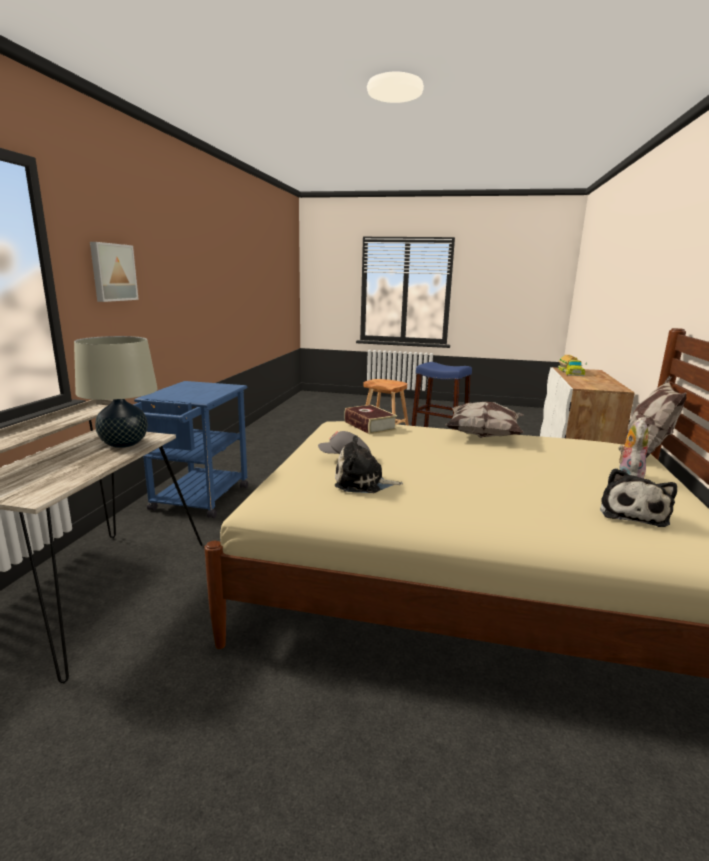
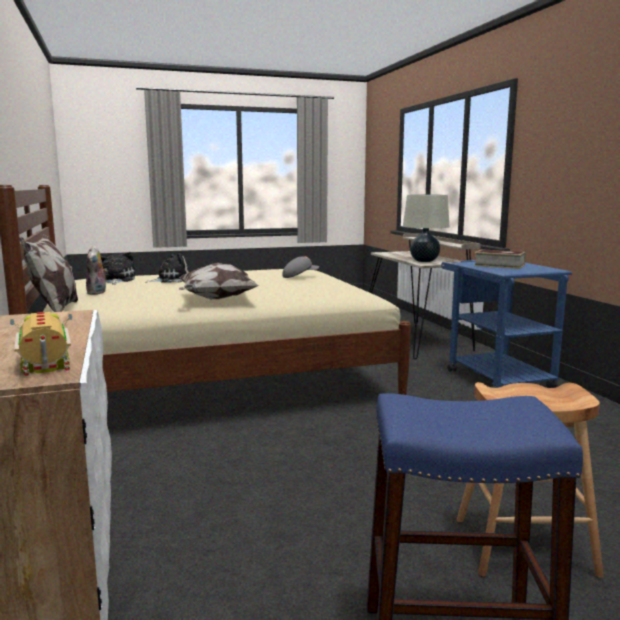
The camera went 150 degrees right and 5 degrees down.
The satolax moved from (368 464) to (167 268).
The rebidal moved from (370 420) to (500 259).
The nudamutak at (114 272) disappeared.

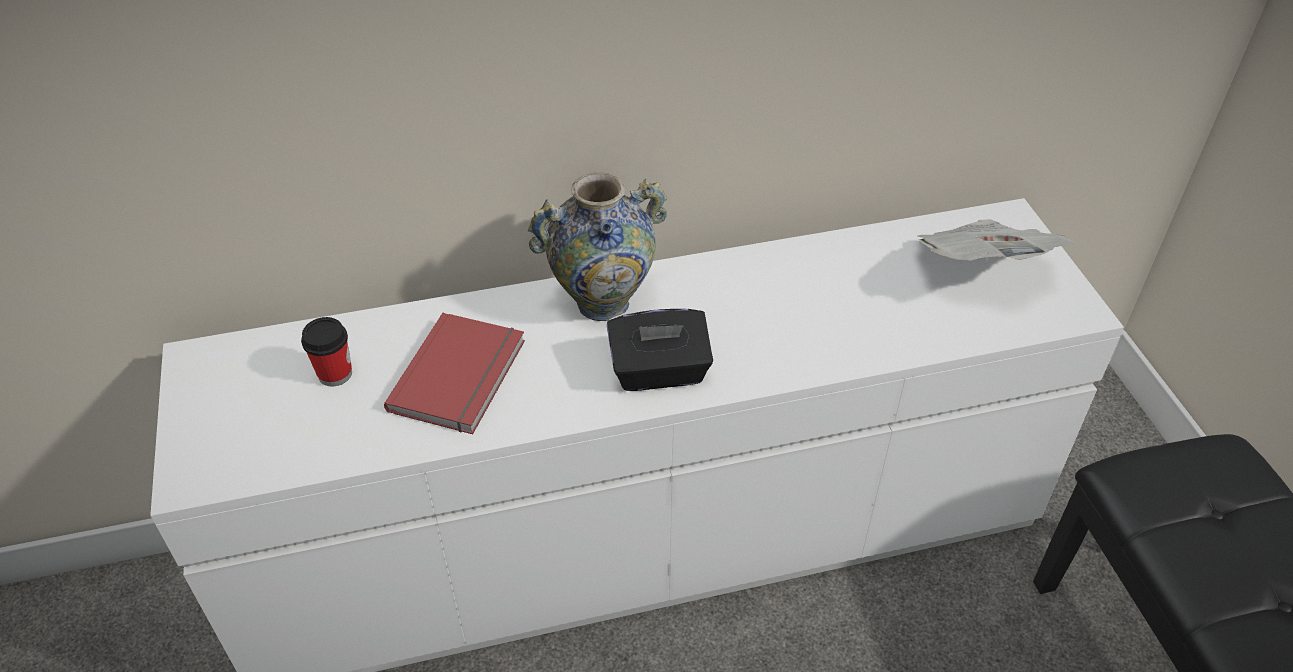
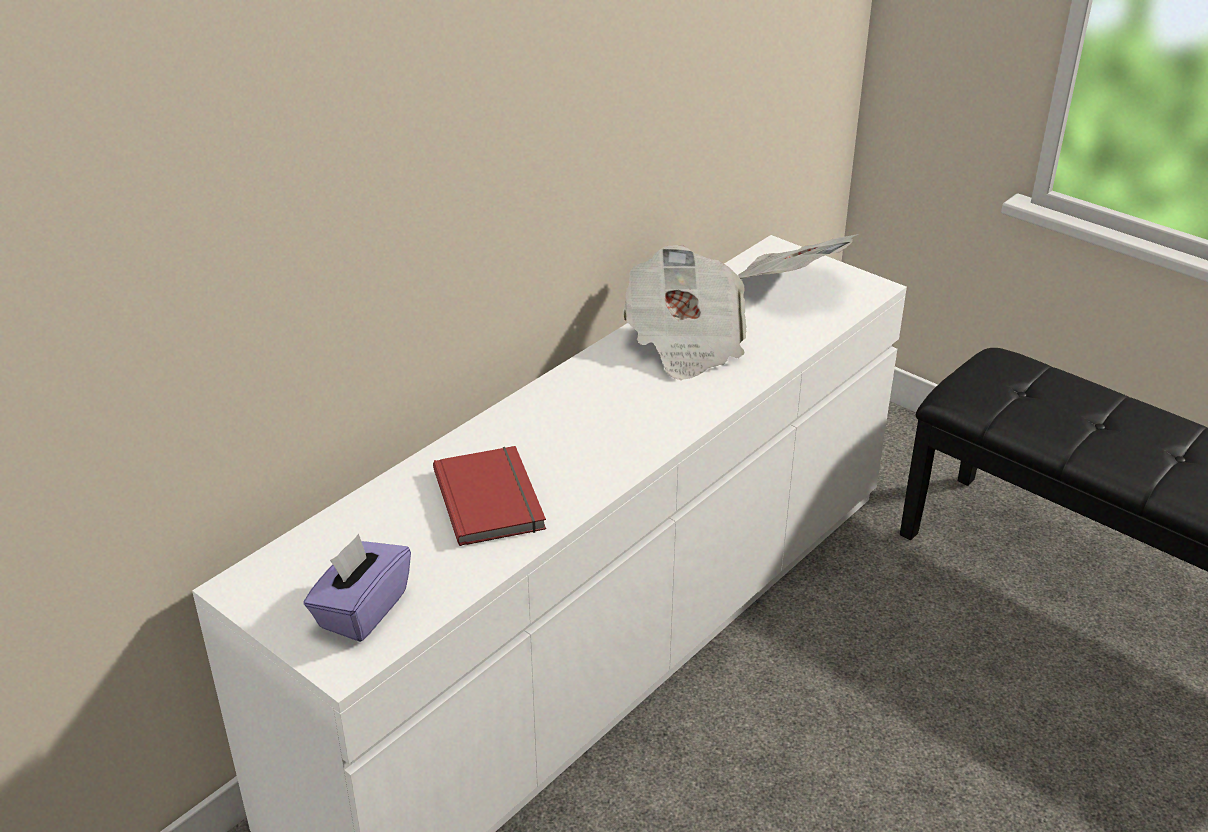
The camera went 35 degrees left and 10 degrees down.
The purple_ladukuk at (357 588) appeared.
The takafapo at (684 312) appeared.
The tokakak at (326 352) disappeared.
The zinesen at (598 246) disappeared.
The black_ladukuk at (660 350) disappeared.

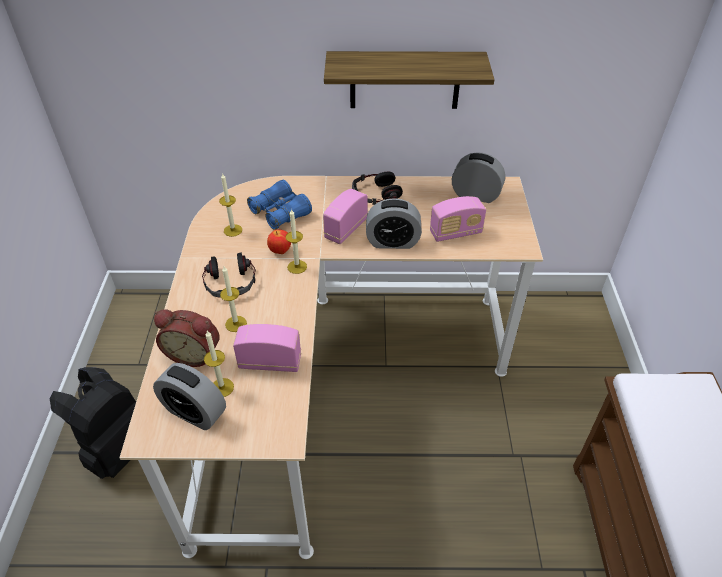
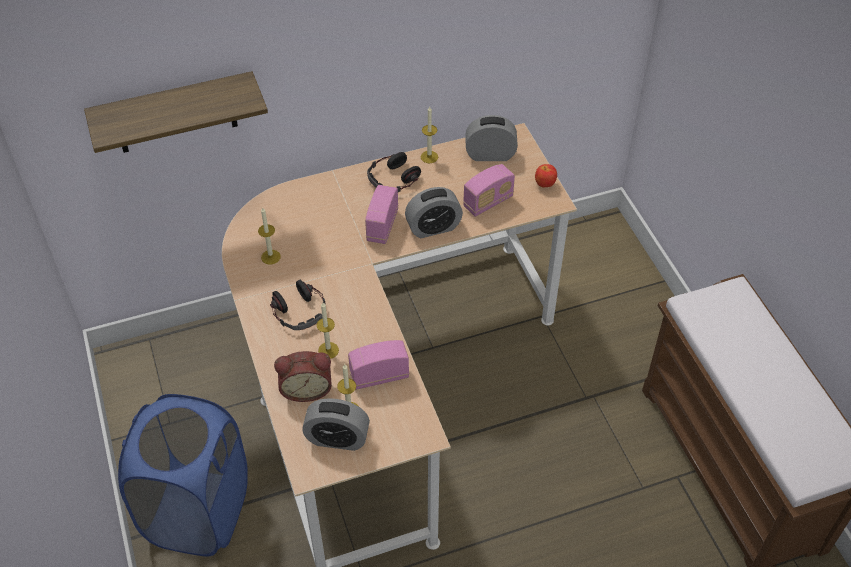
The camera went 20 degrees left and 5 degrees up.
The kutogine moved from (409 80) to (176 112).
The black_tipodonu at (93 423) was replaced by the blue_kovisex at (183 475).
The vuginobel moved from (296 241) to (429 135).
The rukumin moved from (279 241) to (546 175).
The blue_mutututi at (279 205) disappeared.

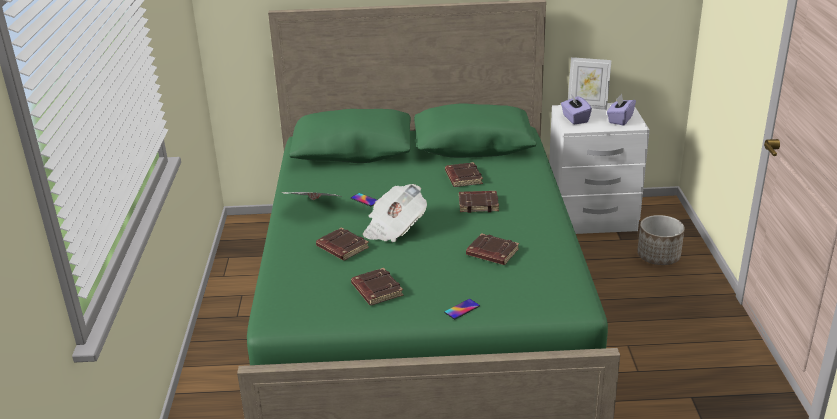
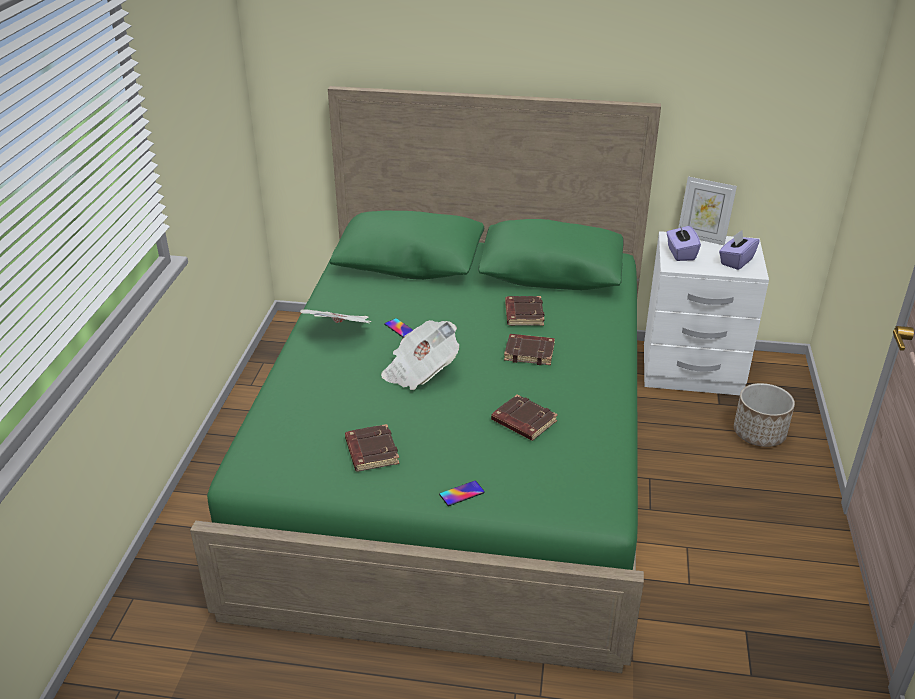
The camera went 10 degrees right and 5 degrees up.
The brown_rebidal at (342 244) disappeared.

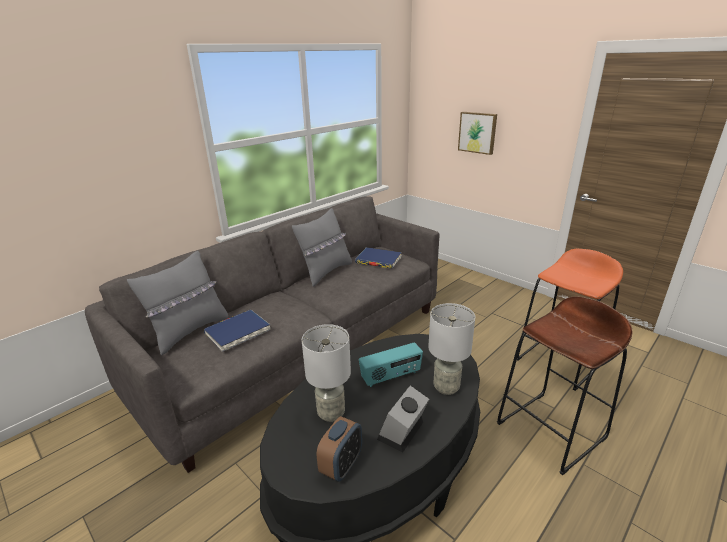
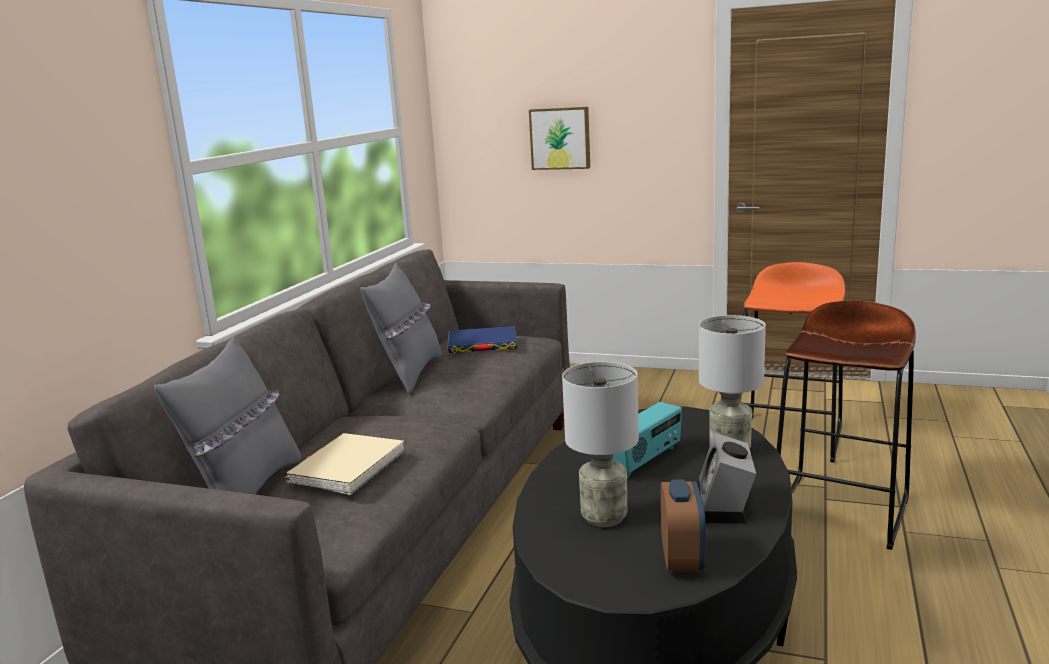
The camera went 25 degrees left and 10 degrees down.
The blue_rebidal at (237 331) became the beige_rebidal at (344 464).

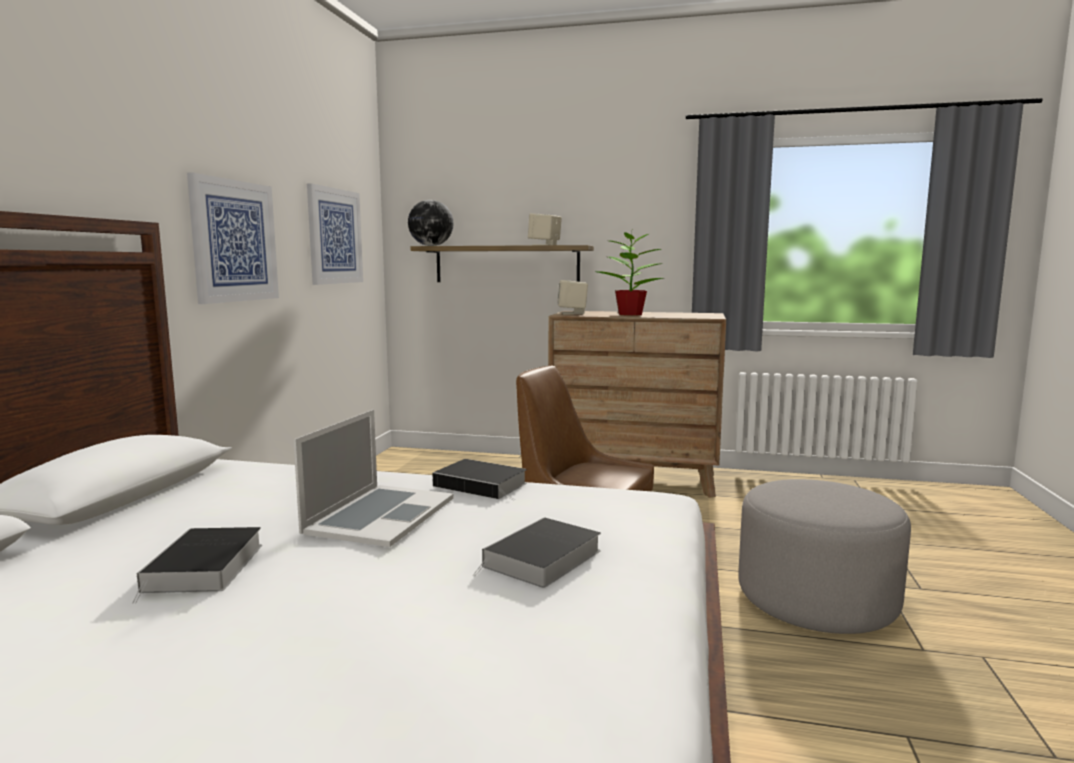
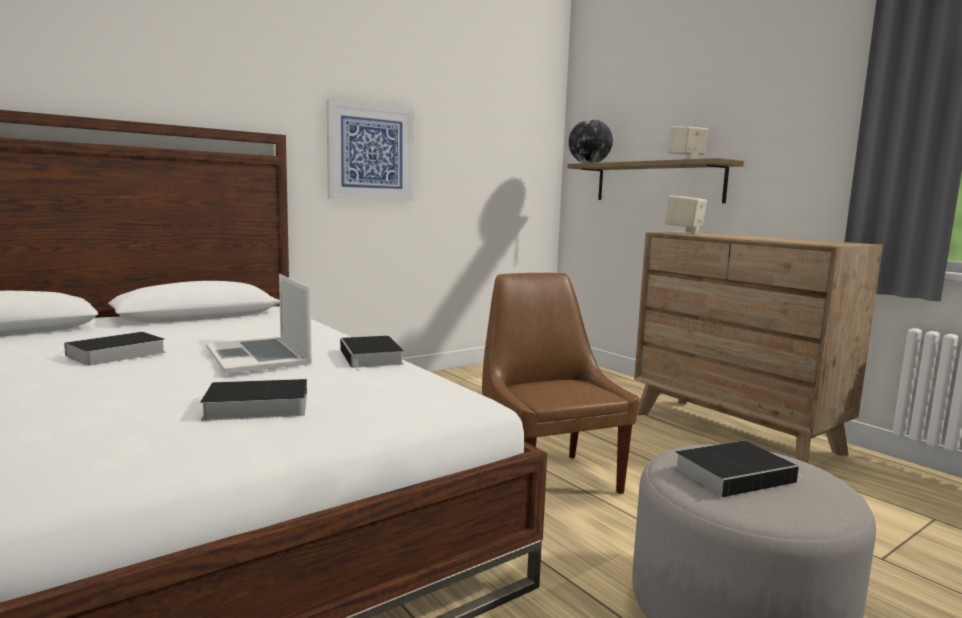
The camera went 40 degrees right and 0 degrees up.
The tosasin at (373 478) turned 90 degrees clockwise.
The rebidal at (740 469) appeared.
The nudamutak at (335 234) disappeared.
The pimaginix at (629 274) disappeared.

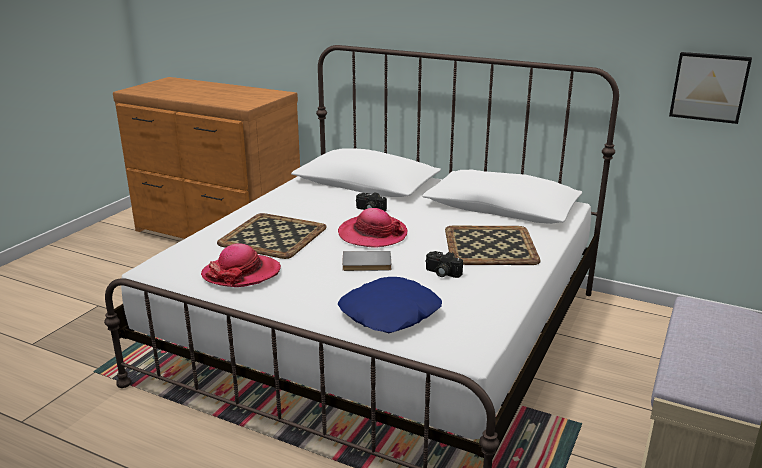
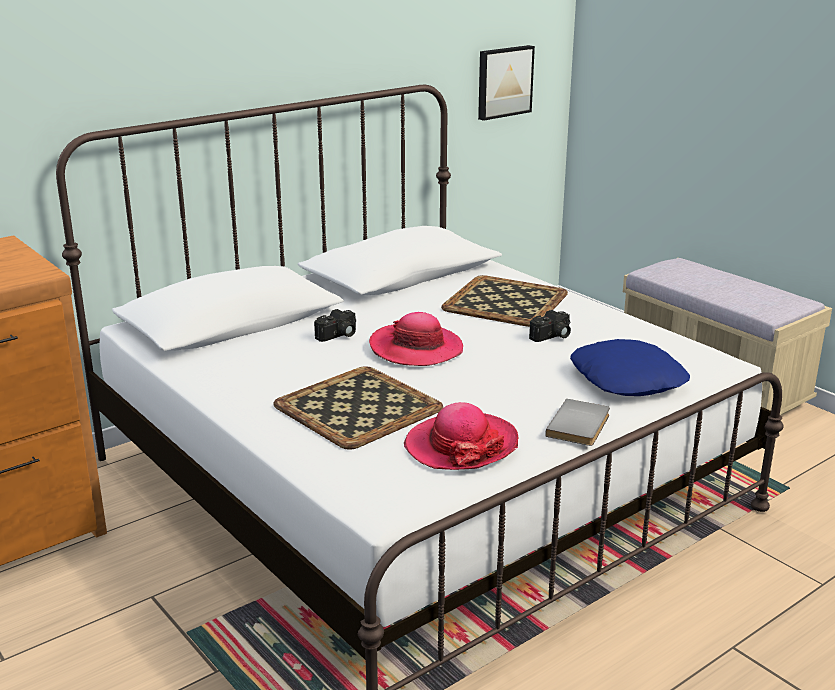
The camera went 65 degrees left and 0 degrees up.
The grey_rebidal moved from (366 261) to (577 422).

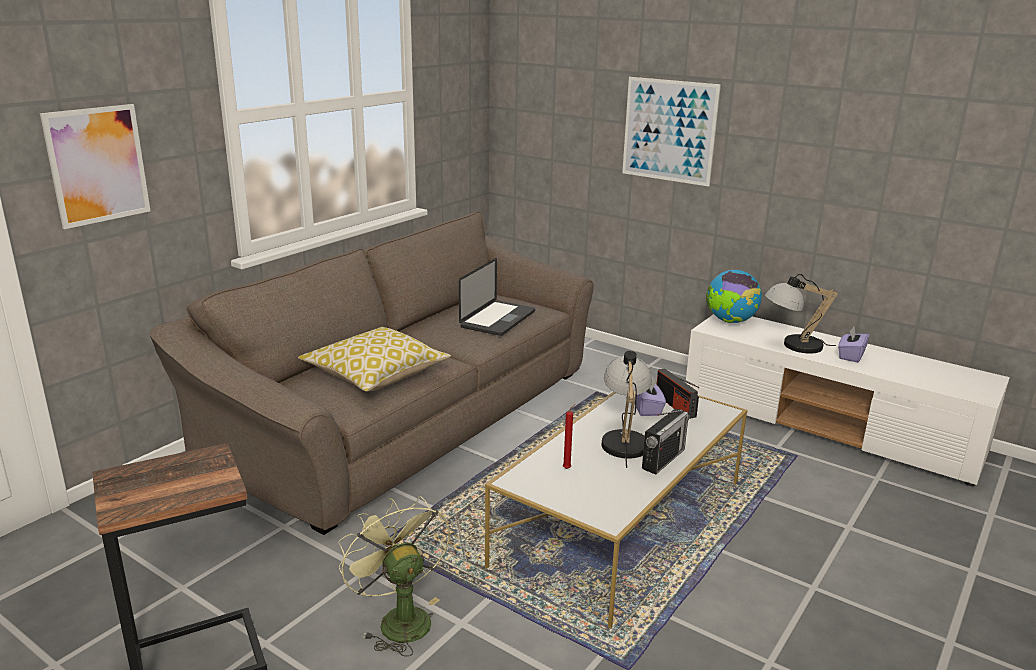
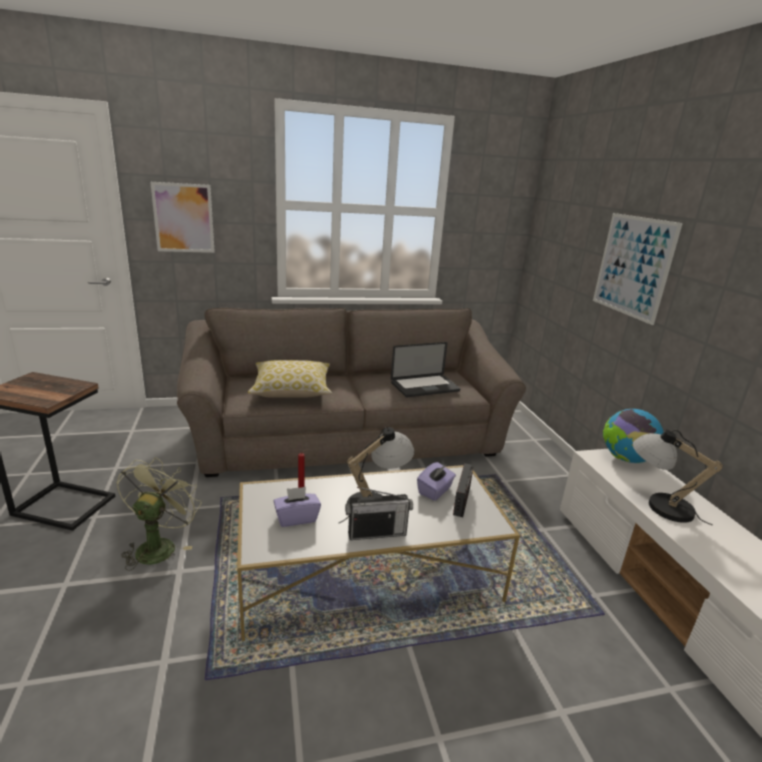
The camera went 40 degrees right and 0 degrees up.
The purple_ladukuk moved from (853 345) to (297 507).

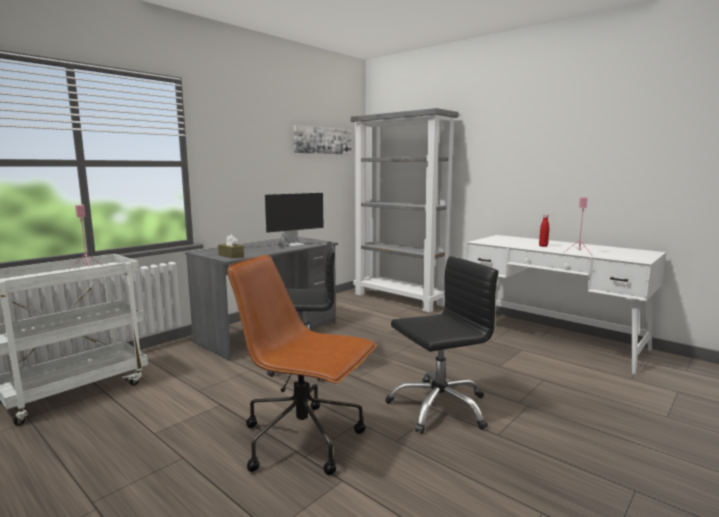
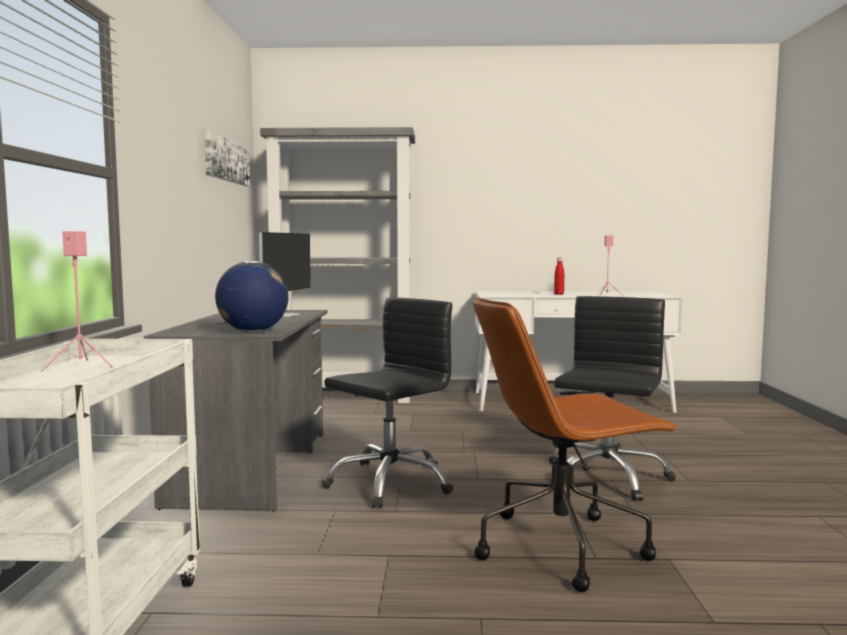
The camera went 40 degrees left and 5 degrees down.
The brown_ladukuk at (231 247) was replaced by the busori at (252 296).

